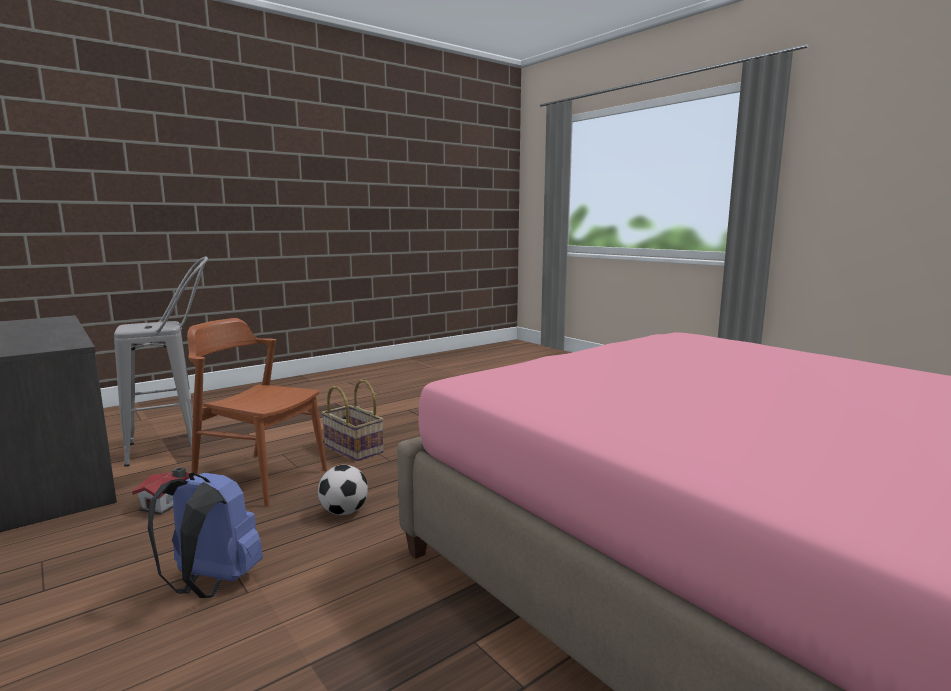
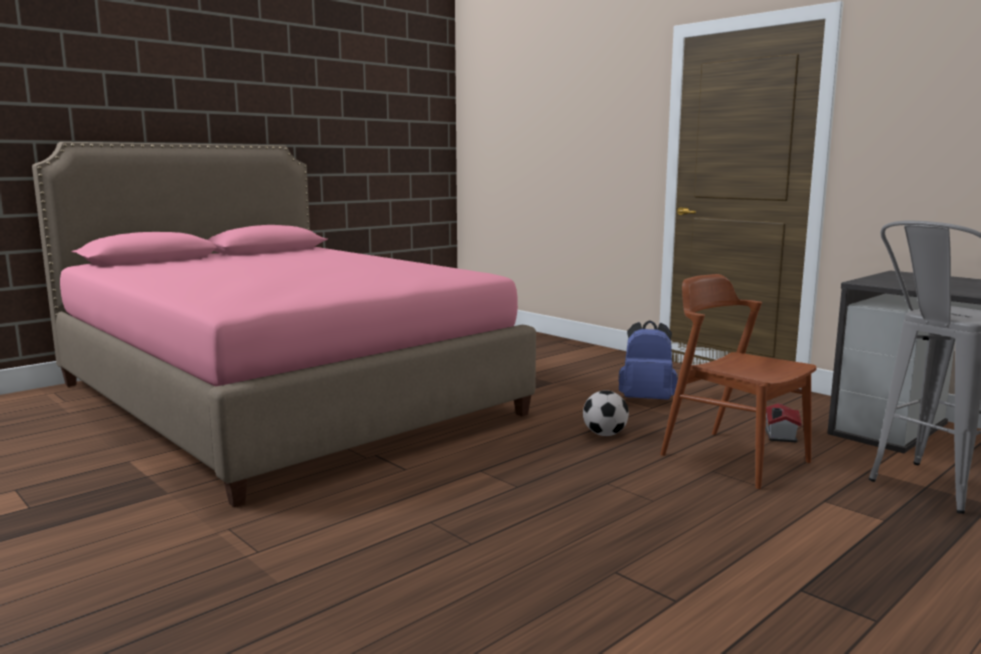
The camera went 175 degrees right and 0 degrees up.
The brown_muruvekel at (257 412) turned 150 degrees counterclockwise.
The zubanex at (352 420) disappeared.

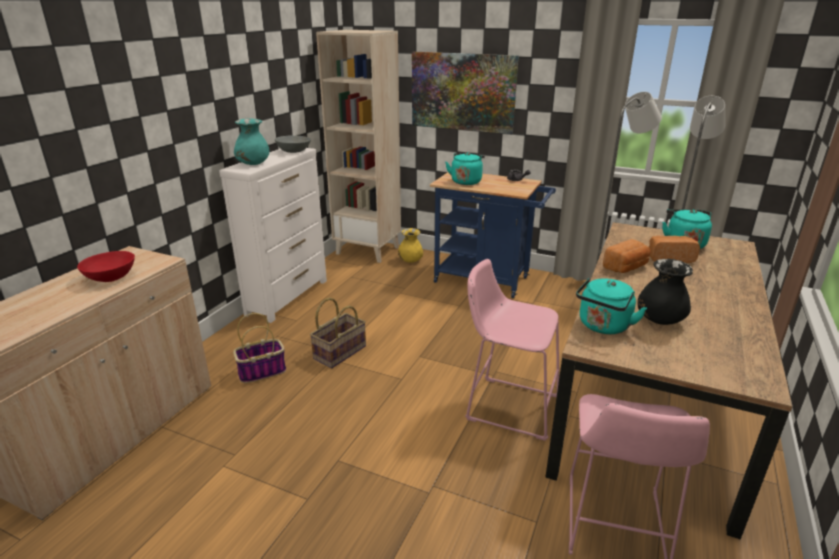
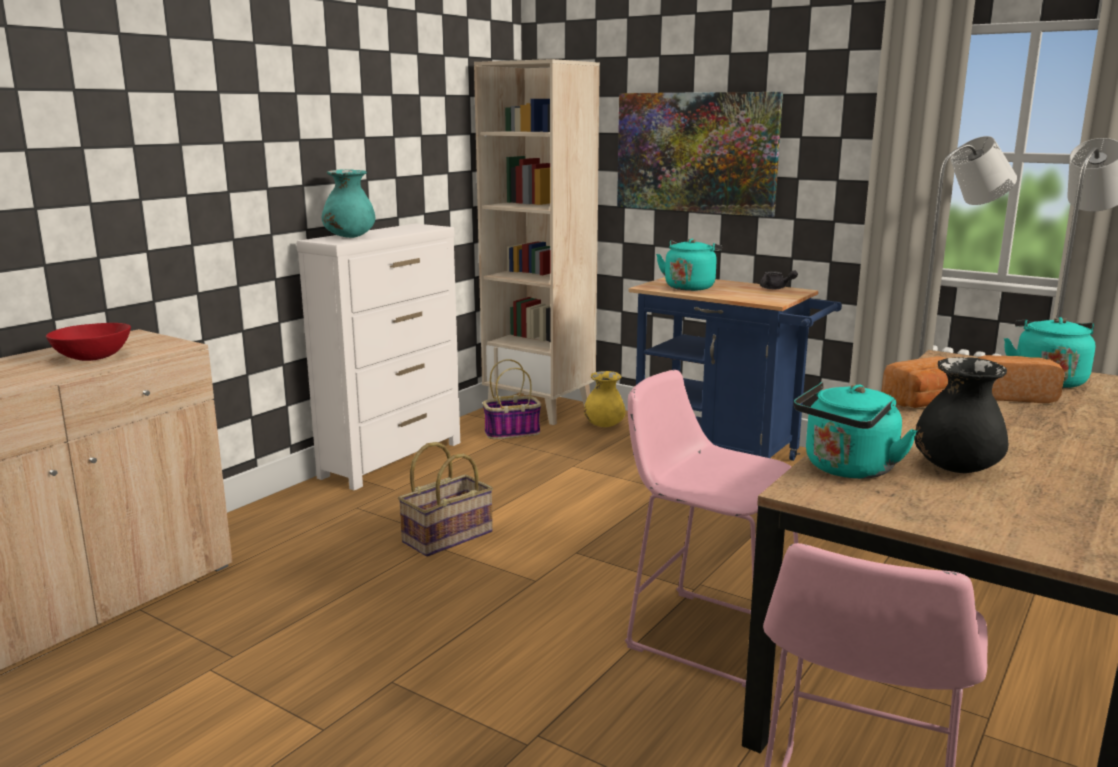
The camera went 10 degrees right and 10 degrees down.
The zubanex moved from (259 348) to (512 399).
The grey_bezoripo at (293 144) disappeared.

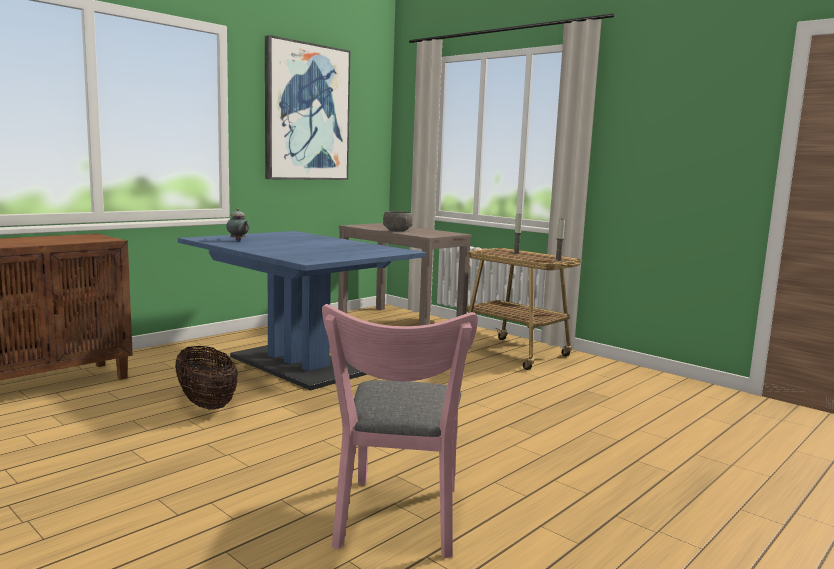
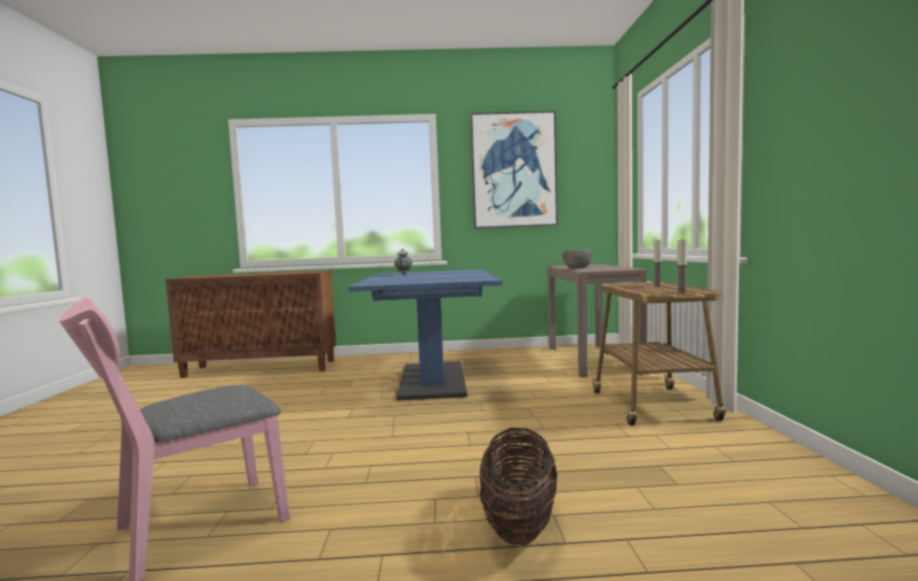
The camera went 45 degrees right and 5 degrees down.
The zubanex moved from (206 378) to (518 486).

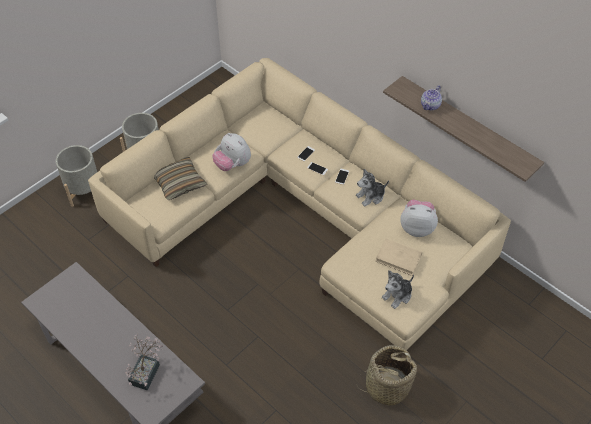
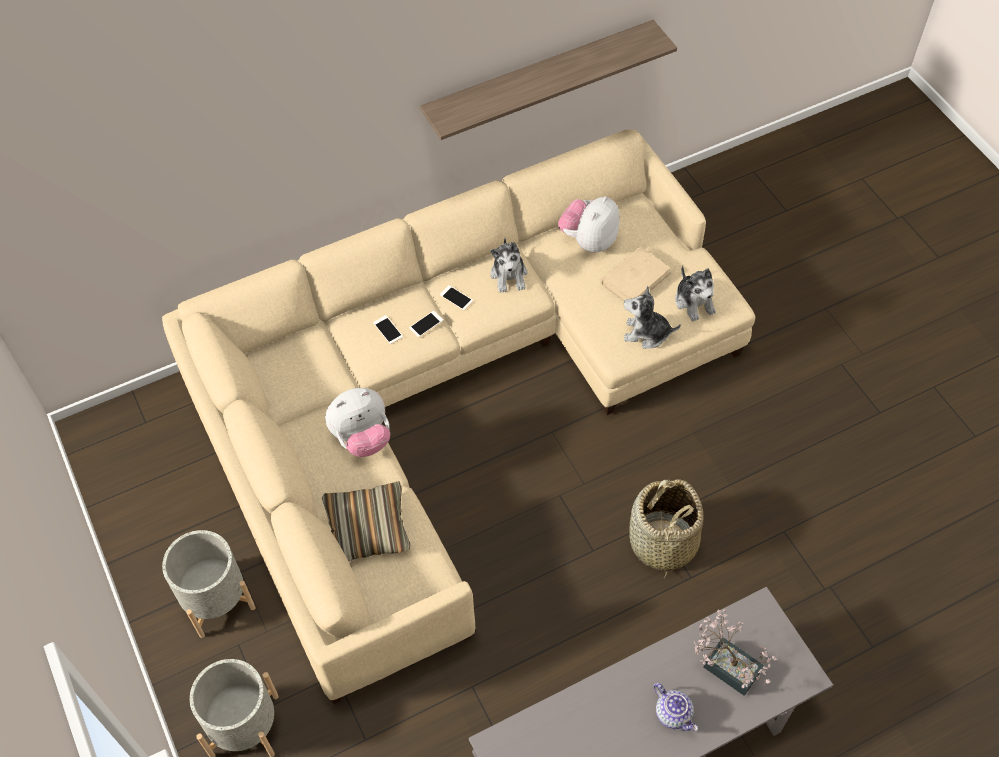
The camera went 70 degrees left and 5 degrees up.
The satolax at (652 317) appeared.
The zubanex moved from (386 375) to (666 529).
The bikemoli moved from (431 97) to (675 707).

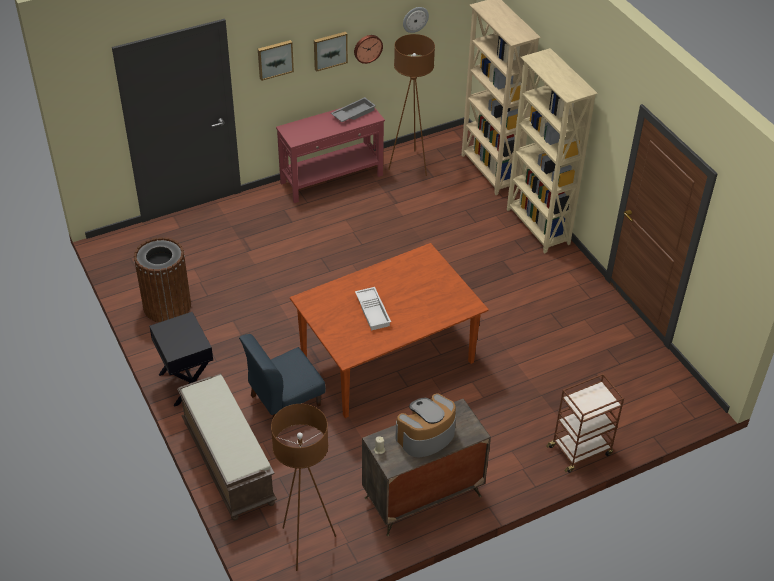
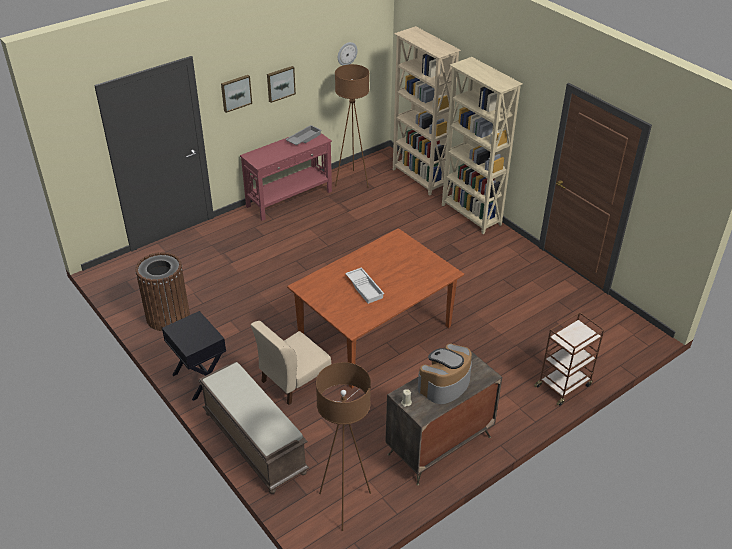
The camera went 10 degrees left and 5 degrees down.
The blue_muruvekel at (282 376) became the beige_muruvekel at (291 363).
The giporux at (368 49) disappeared.

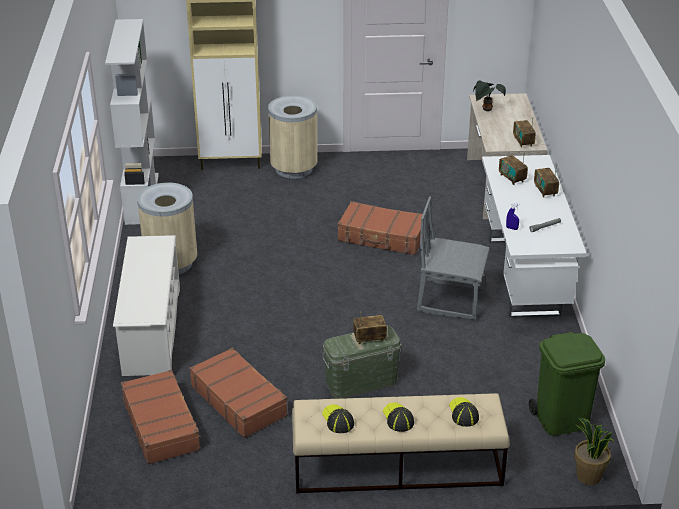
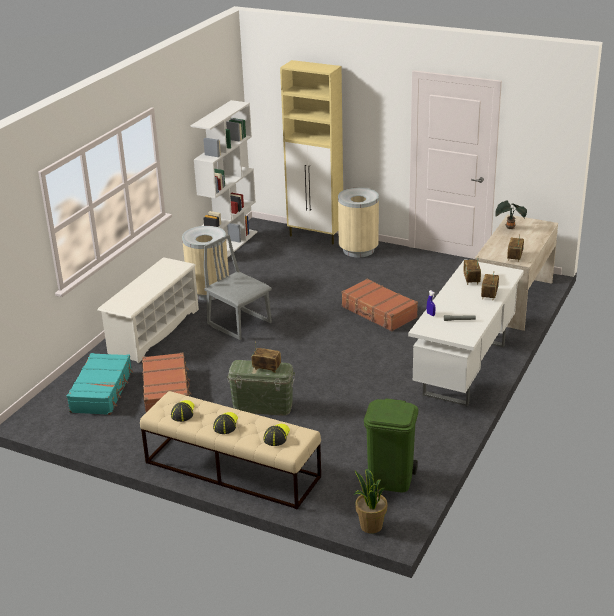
The camera went 30 degrees right and 5 degrees down.
The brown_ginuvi at (161 417) became the turquoise_ginuvi at (100 384).
The grey_muruvekel moved from (453 258) to (238 287).

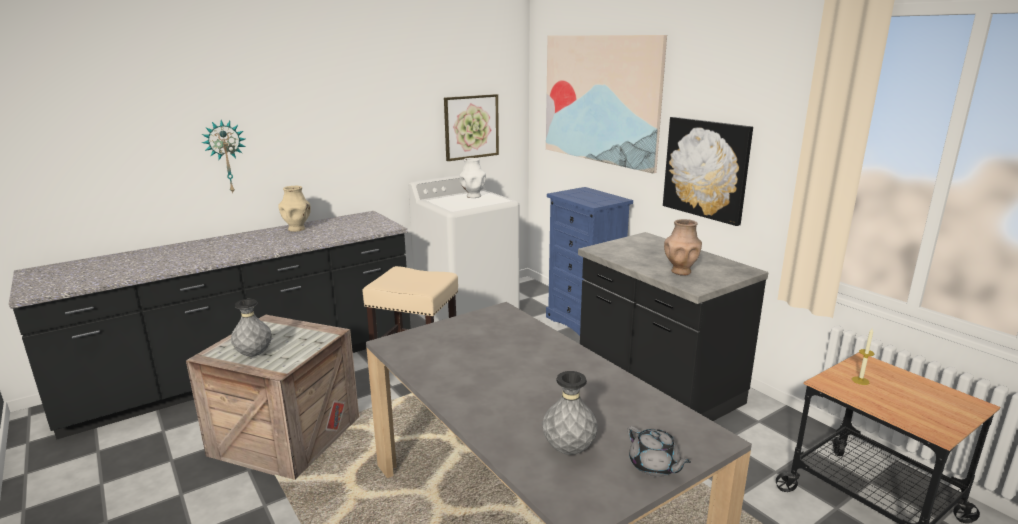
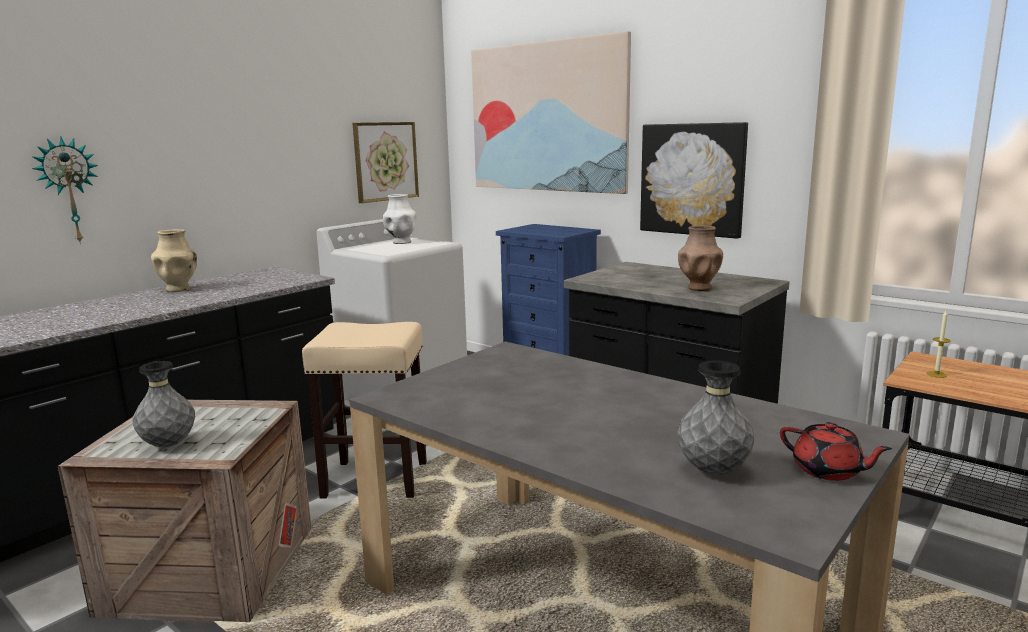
The camera went 15 degrees left and 5 degrees down.
The grey_bikemoli at (659 451) became the red_bikemoli at (836 451).

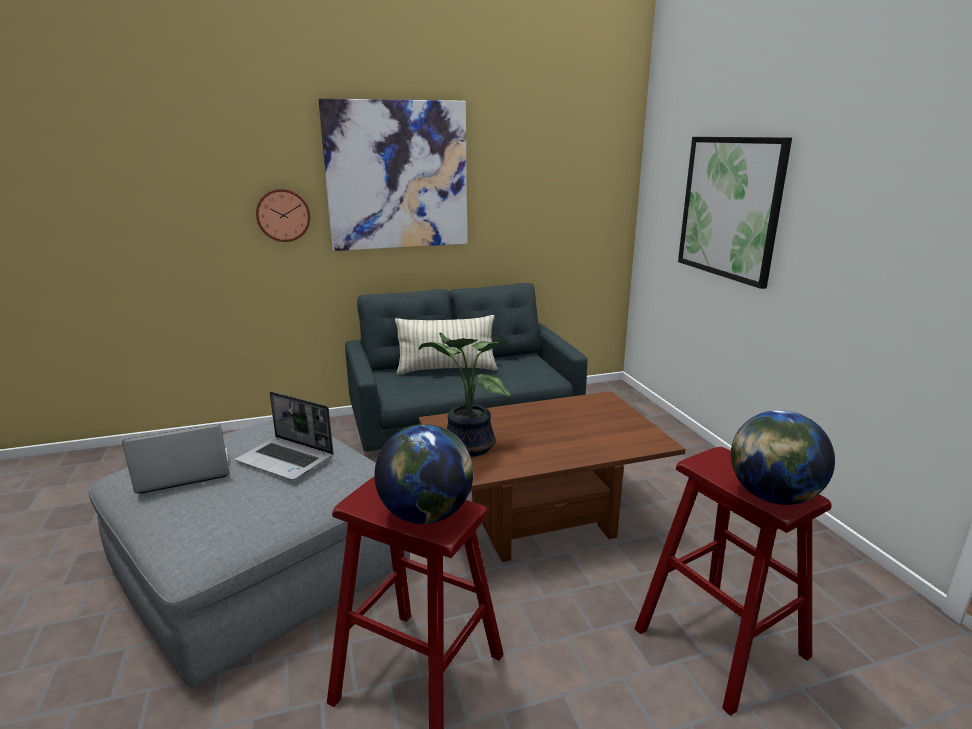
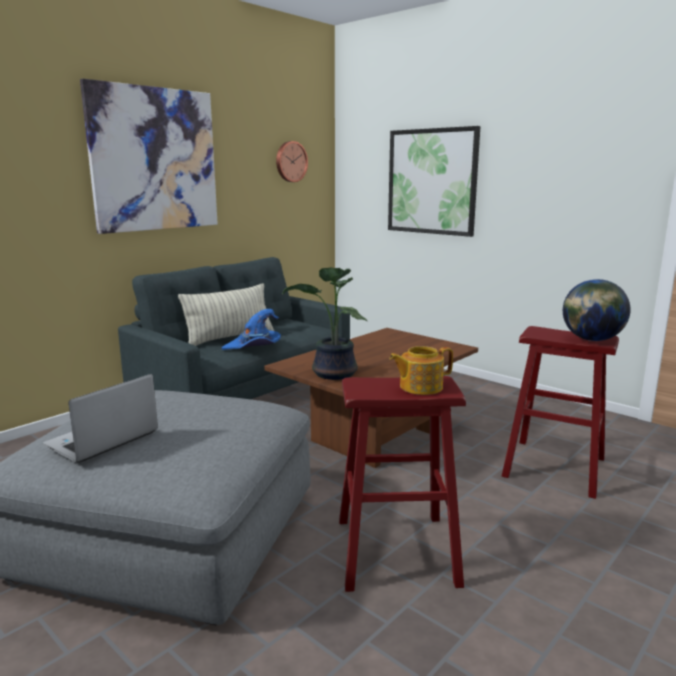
The camera went 30 degrees left and 5 degrees down.
The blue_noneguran at (251 329) appeared.
The giporux moved from (283 215) to (292 161).
The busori at (423 474) was replaced by the bikemoli at (421 370).
The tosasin at (284 435) disappeared.

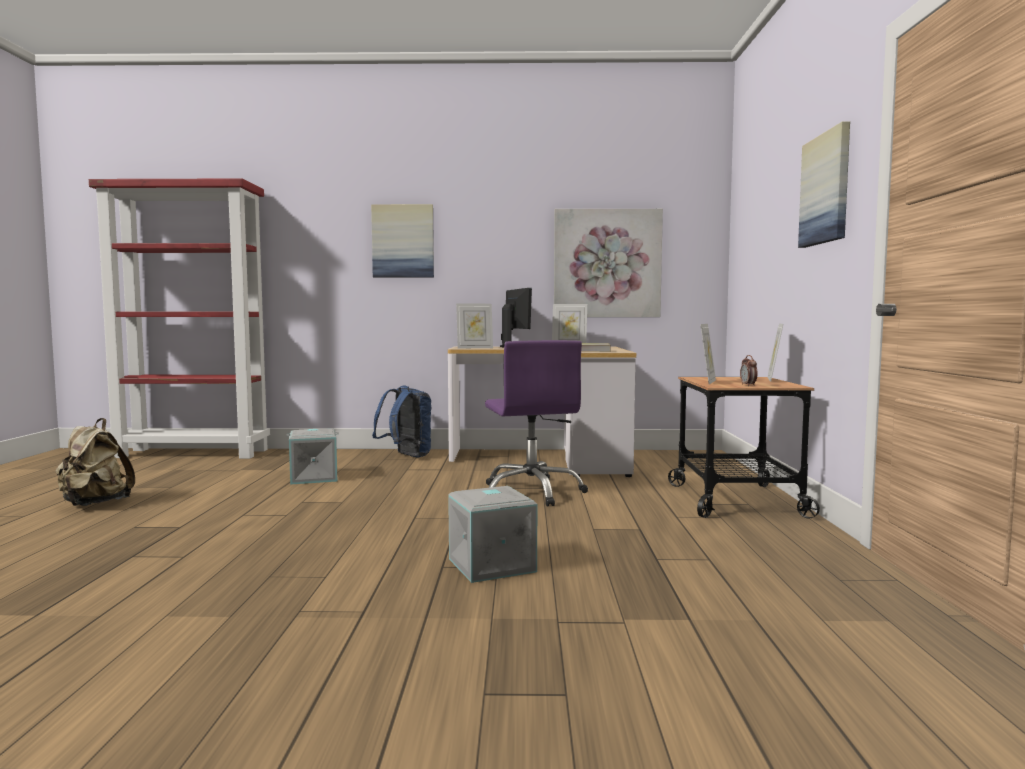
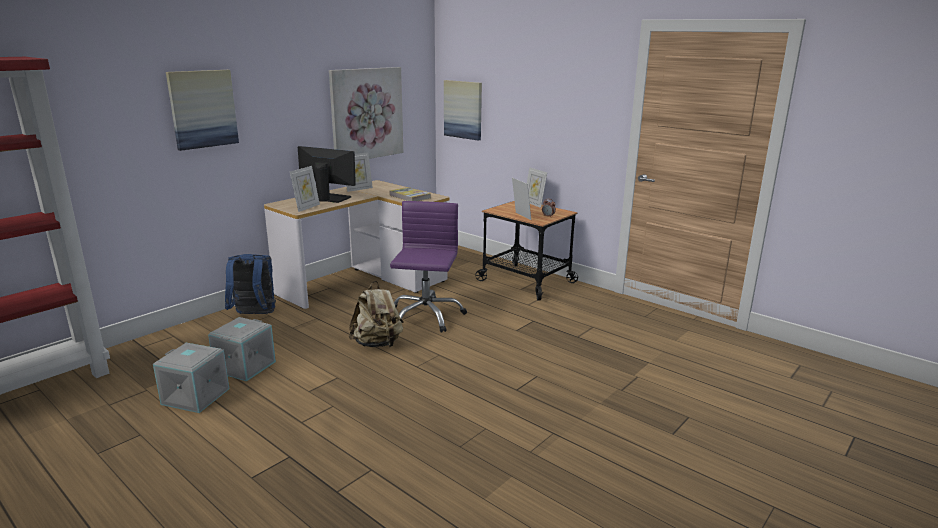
The camera went 50 degrees left and 15 degrees up.
The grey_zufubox moved from (492 534) to (191 378).
The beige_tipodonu moved from (95 462) to (376 314).
The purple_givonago at (536 423) turned 105 degrees counterclockwise.
The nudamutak moved from (824 185) to (463 110).

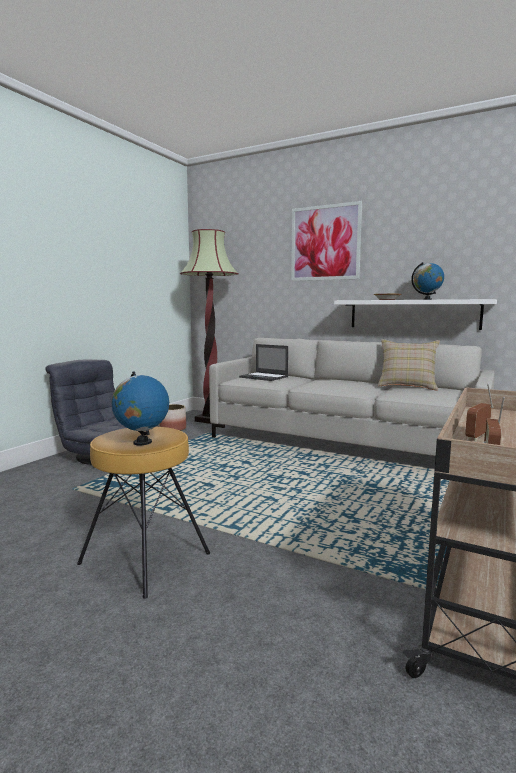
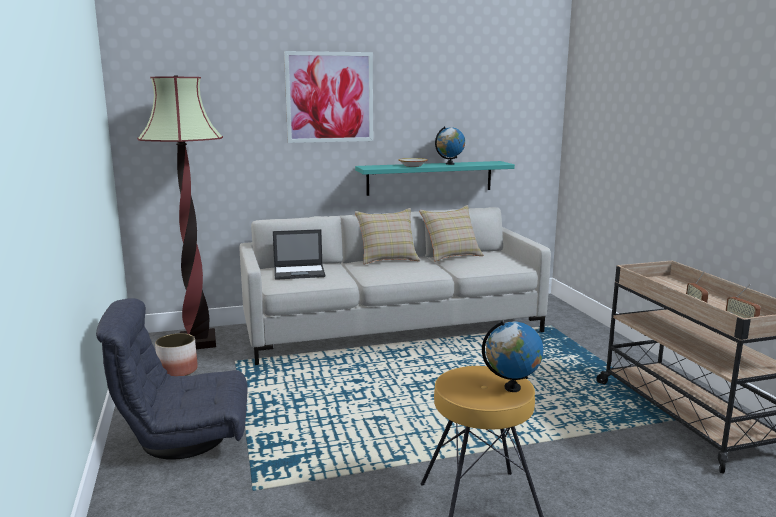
The camera went 45 degrees left and 5 degrees up.
The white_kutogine at (415 314) became the turquoise_kutogine at (435 178).
The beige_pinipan at (387 236) appeared.

